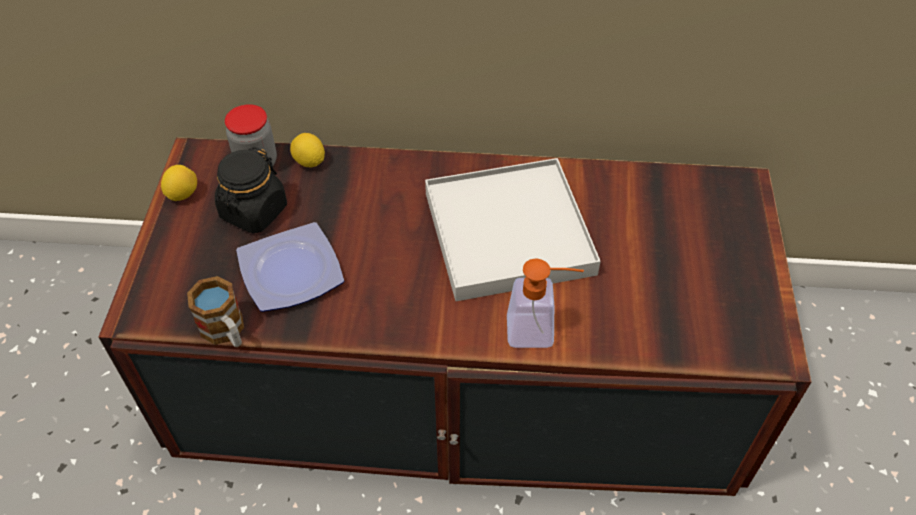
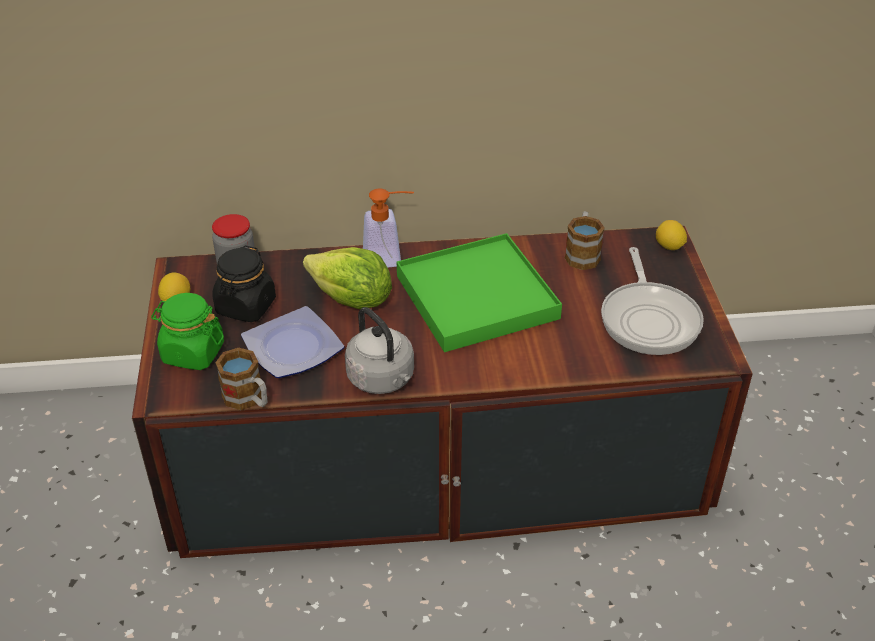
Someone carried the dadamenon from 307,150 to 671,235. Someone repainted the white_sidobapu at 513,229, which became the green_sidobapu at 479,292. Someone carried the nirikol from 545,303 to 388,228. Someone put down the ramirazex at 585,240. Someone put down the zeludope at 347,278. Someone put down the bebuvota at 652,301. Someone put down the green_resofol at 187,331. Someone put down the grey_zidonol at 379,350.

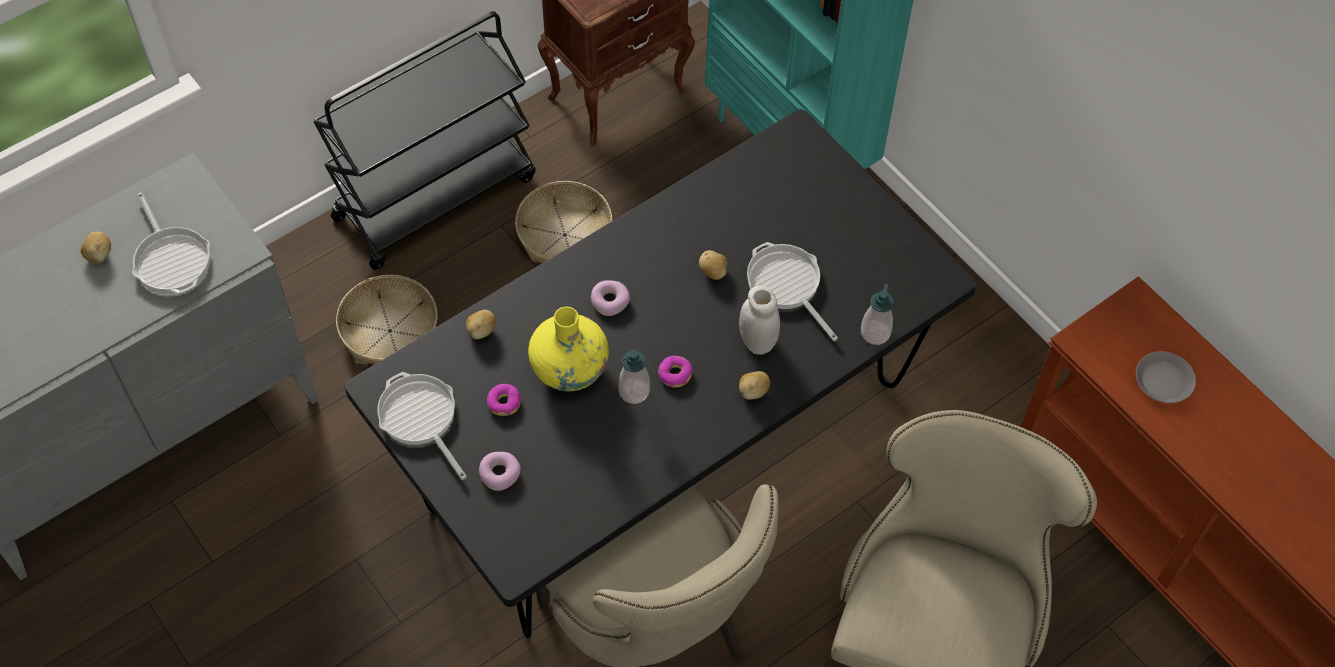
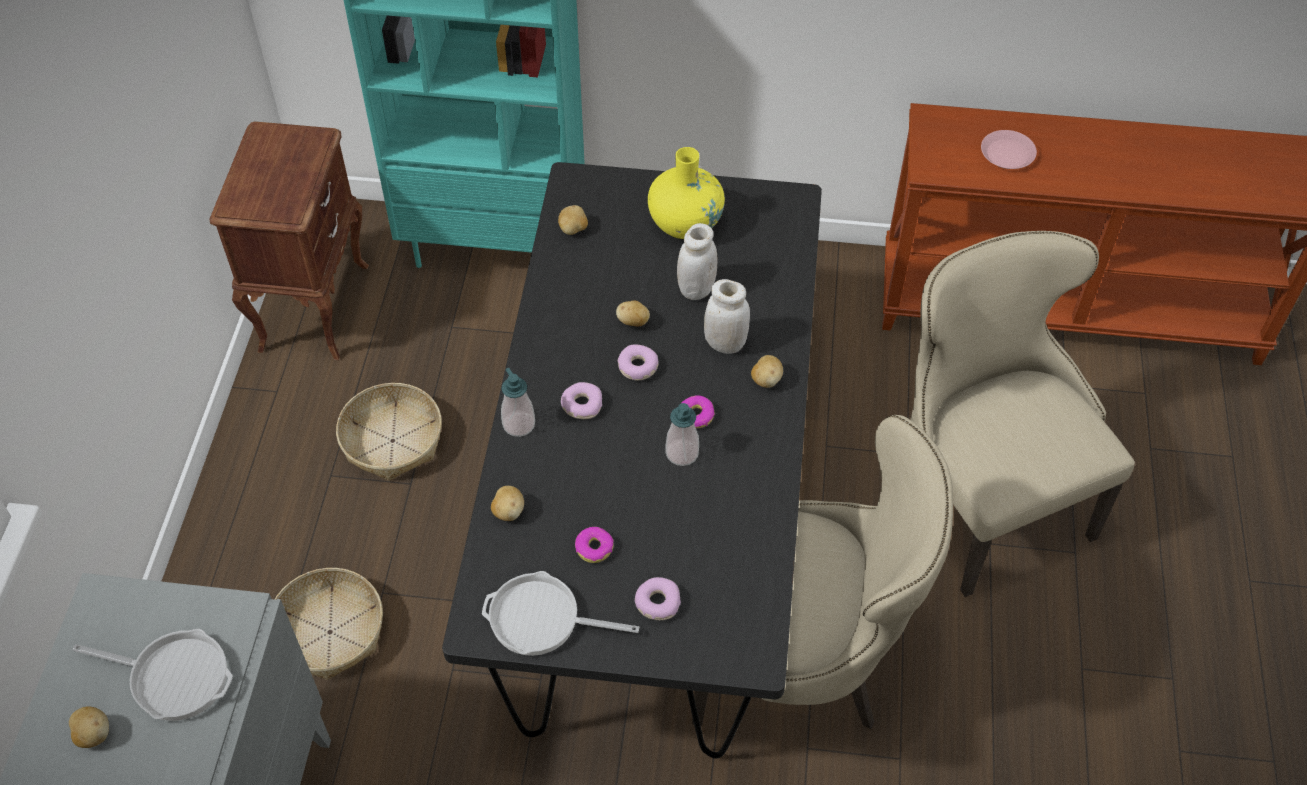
Someone took away the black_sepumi at 424,140. Someone swapped the bebuvota at 792,291 for the white_resofol at 697,261. Someone carried the nirikol from 877,314 to 518,402. Someone carried the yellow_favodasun from 568,349 to 686,193. Someone repainted the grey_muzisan at 1166,377, which became the pink_muzisan at 1009,149. Someone put down the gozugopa at 573,220. Someone put down the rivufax at 638,362.

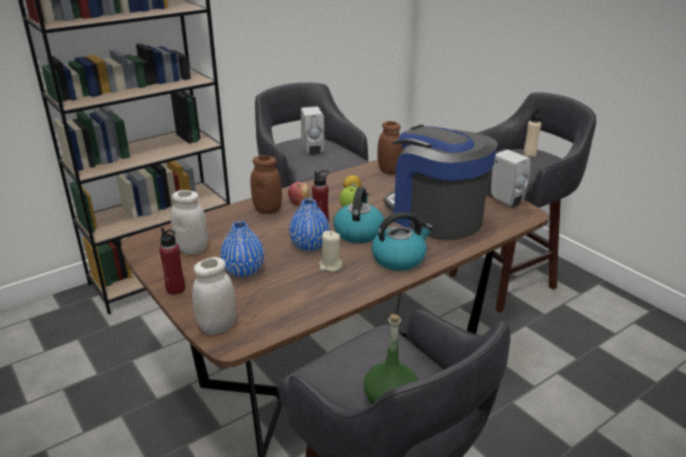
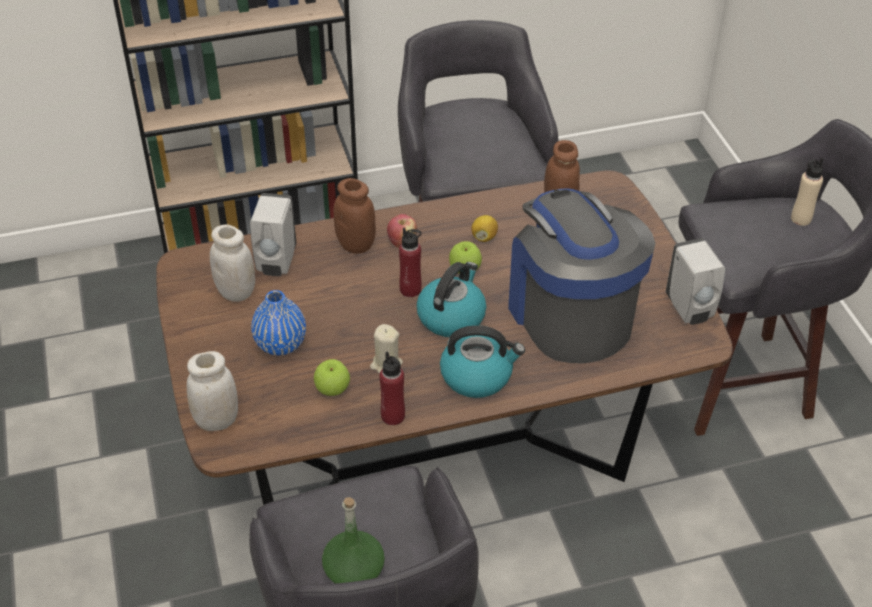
Someone carried the white_nirikol from 312,130 to 273,234. Someone took away the blue_favodasun at 309,224. Someone carried the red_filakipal from 172,261 to 392,388. Someone put down the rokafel at 332,377.

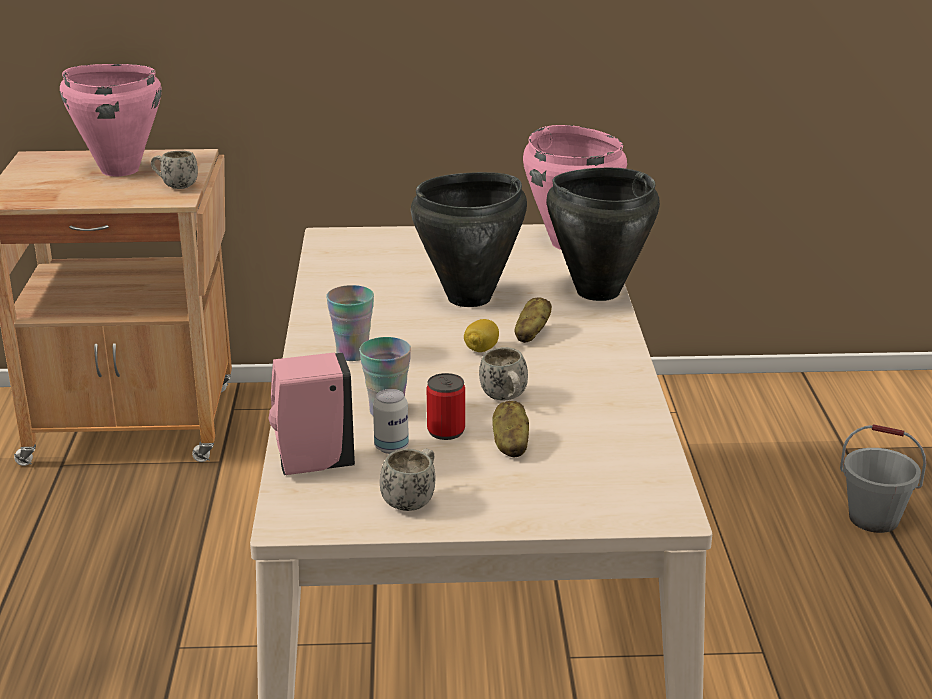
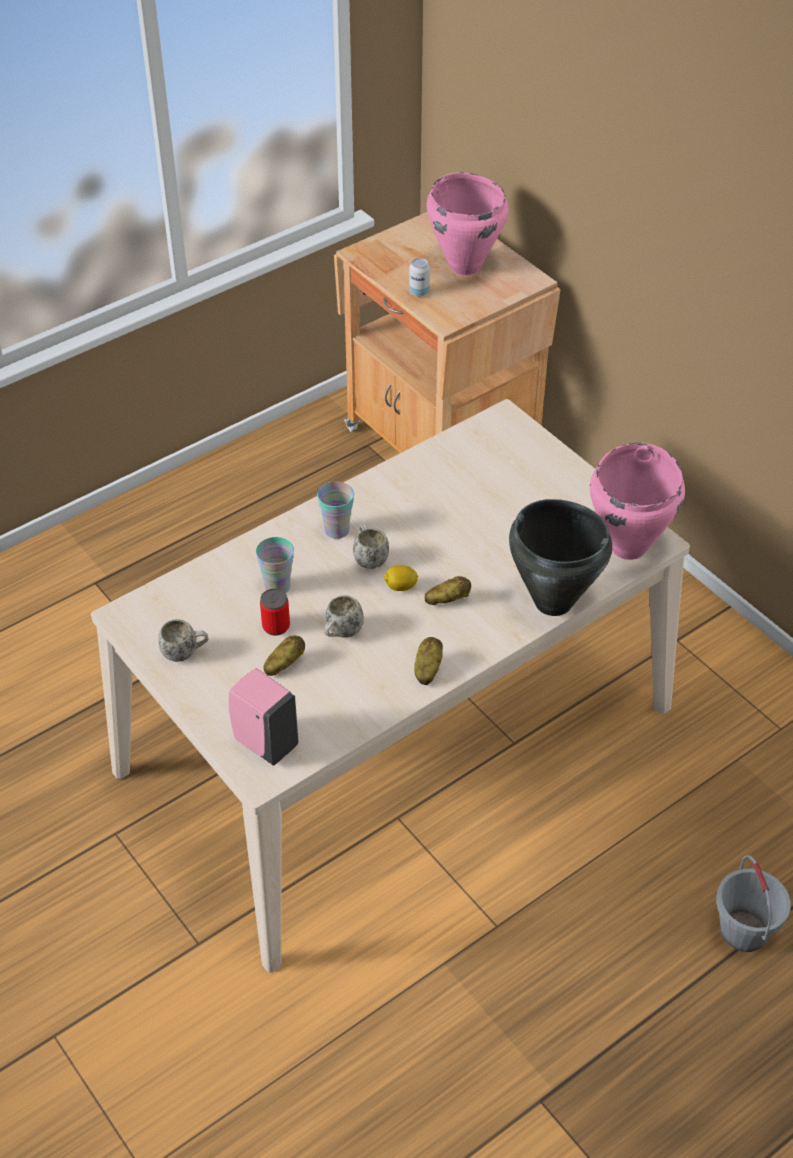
Someone carried the white_ramirazex from 174,170 to 371,546. Someone took away the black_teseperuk at 469,239. Someone carried the pink_nirikol from 311,414 to 264,717. Someone carried the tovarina from 391,421 to 419,277. Someone put down the gozugopa at 428,661.

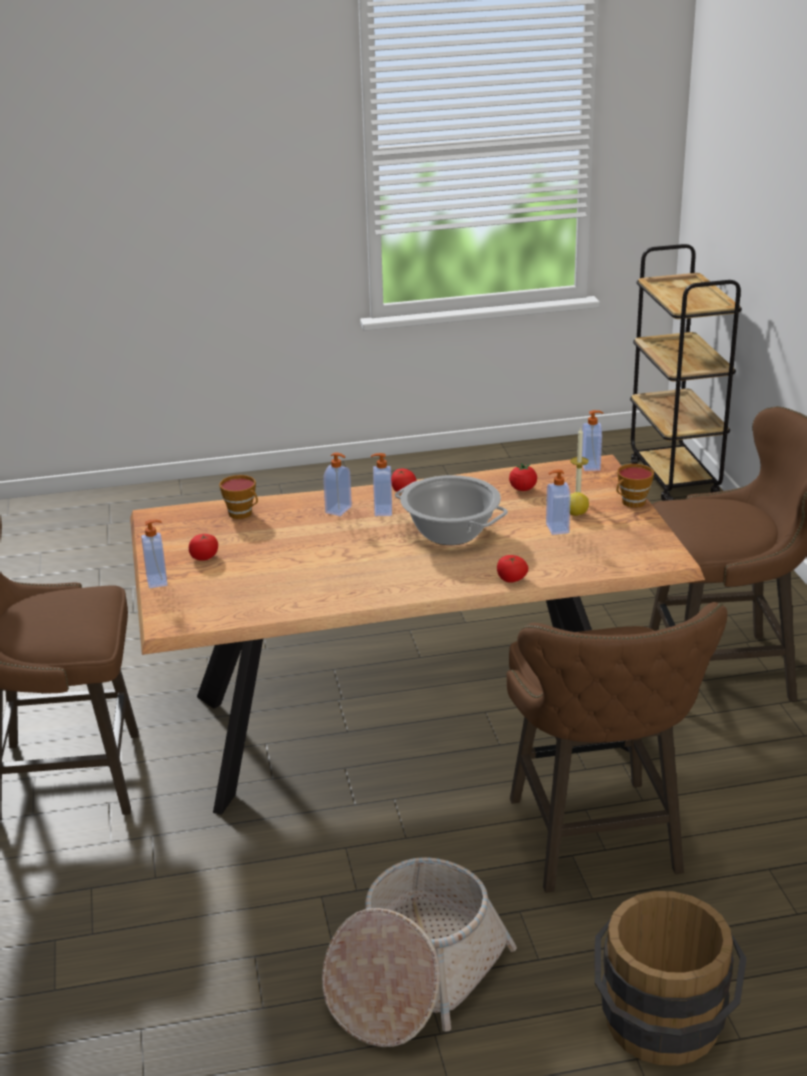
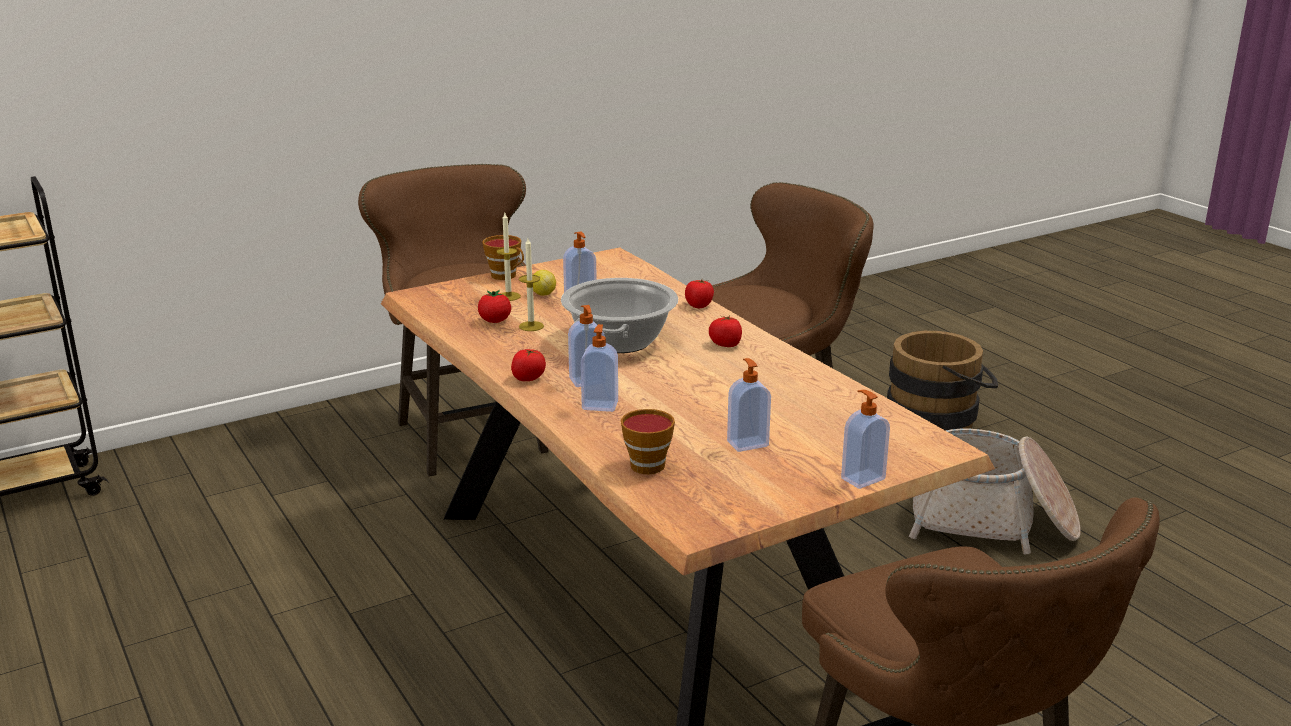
Someone carried the nirikol from 592,440 to 749,405. Someone carried the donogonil from 203,547 to 725,331. Someone put down the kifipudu at 531,284.

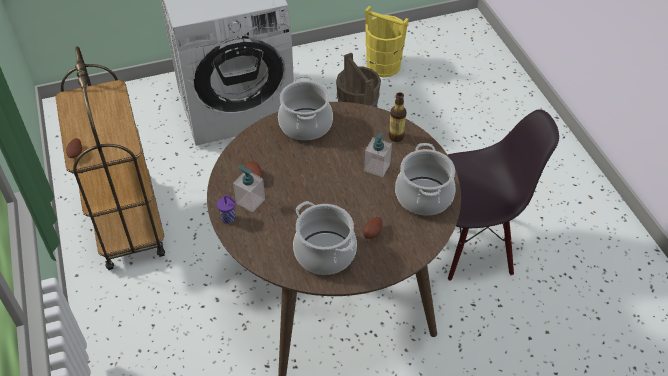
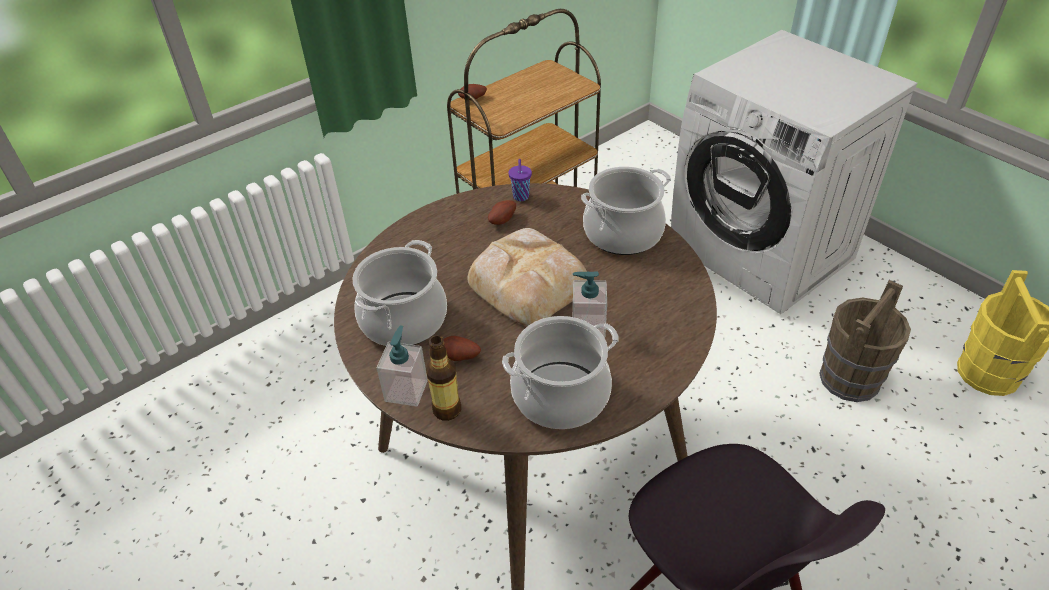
Someone carried the filakipal from 397,117 to 443,378. Someone carried the nirikol from 249,188 to 402,365. Someone carried the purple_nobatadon from 226,209 to 520,180. Someone put down the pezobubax at 527,277.

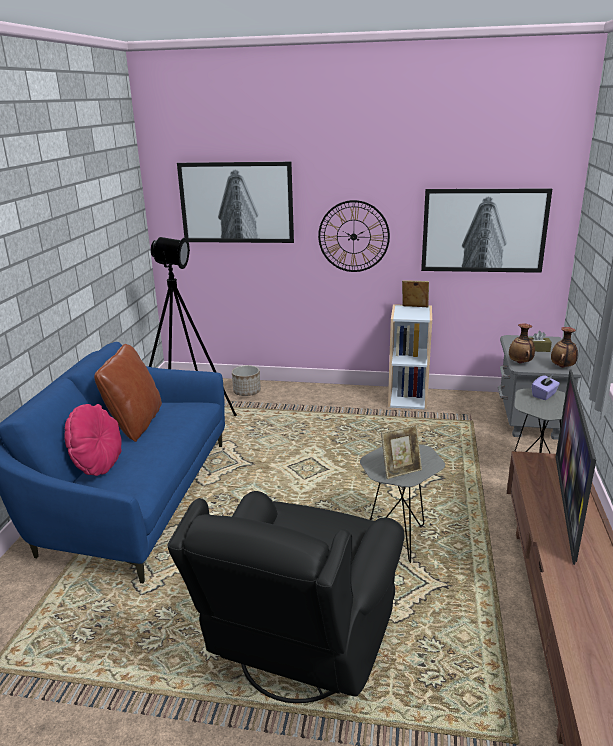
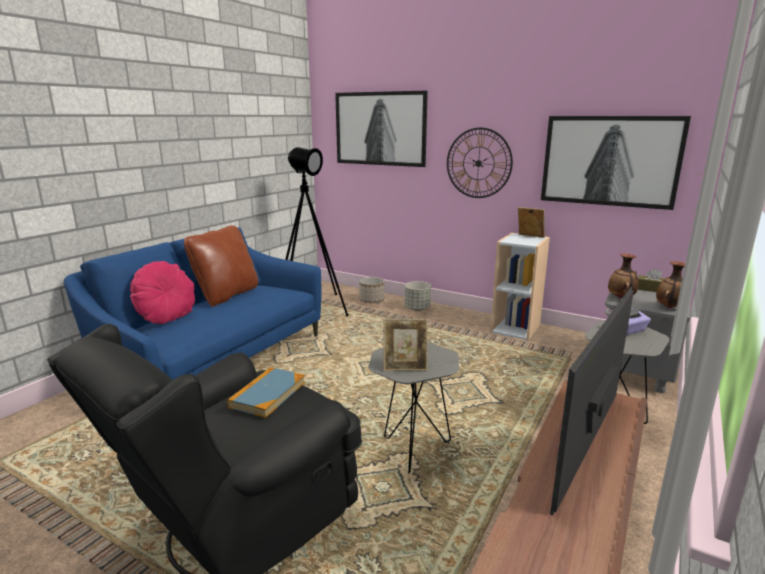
Someone put down the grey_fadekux at 418,296. Someone put down the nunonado at 266,392.

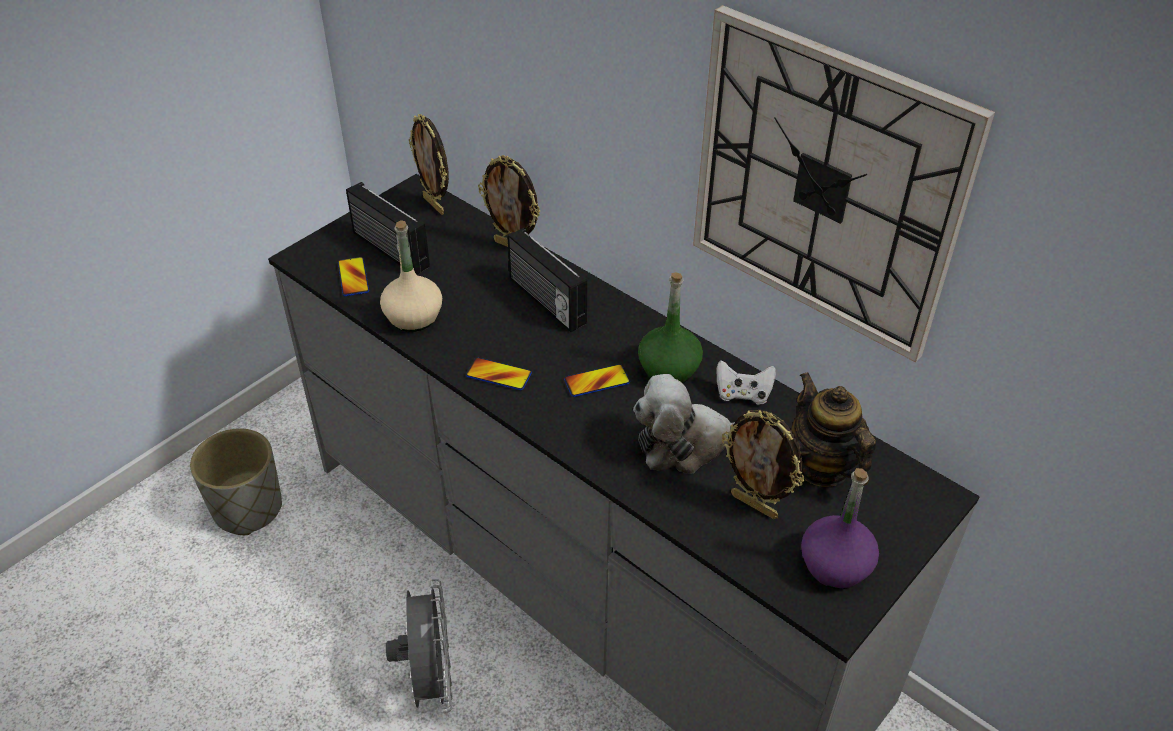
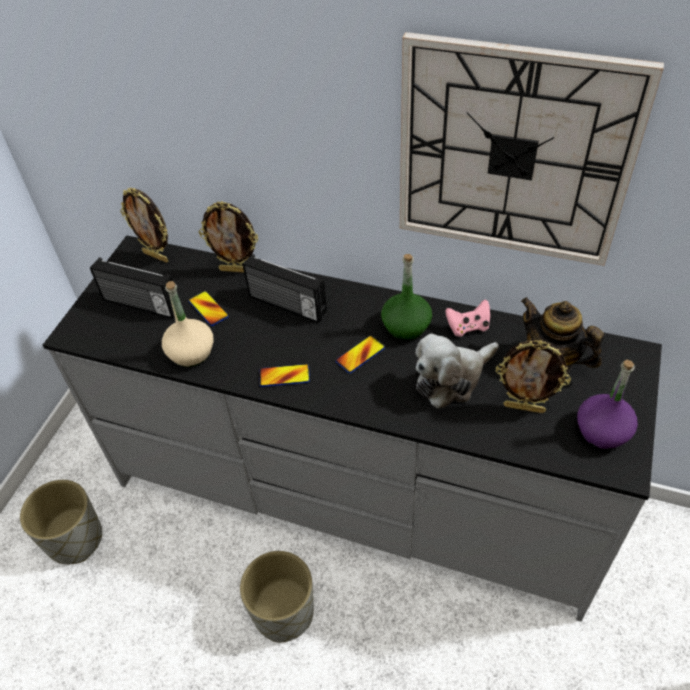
Someone carried the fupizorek from 353,276 to 209,308. Someone repainted the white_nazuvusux at 746,382, which became the pink_nazuvusux at 467,318. Someone swapped the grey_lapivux at 419,646 for the grey_fadekux at 277,597.

